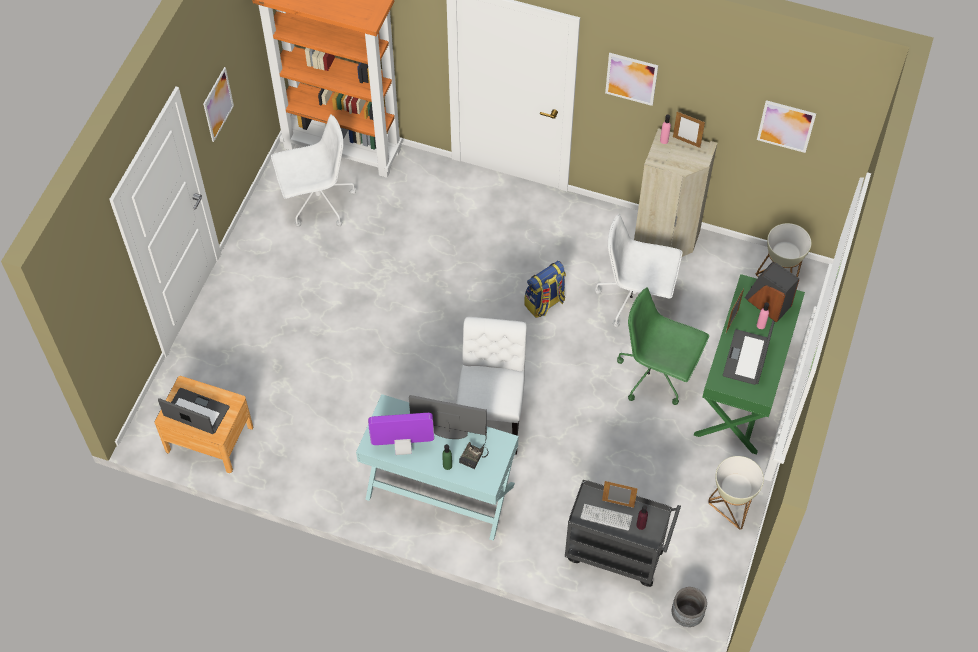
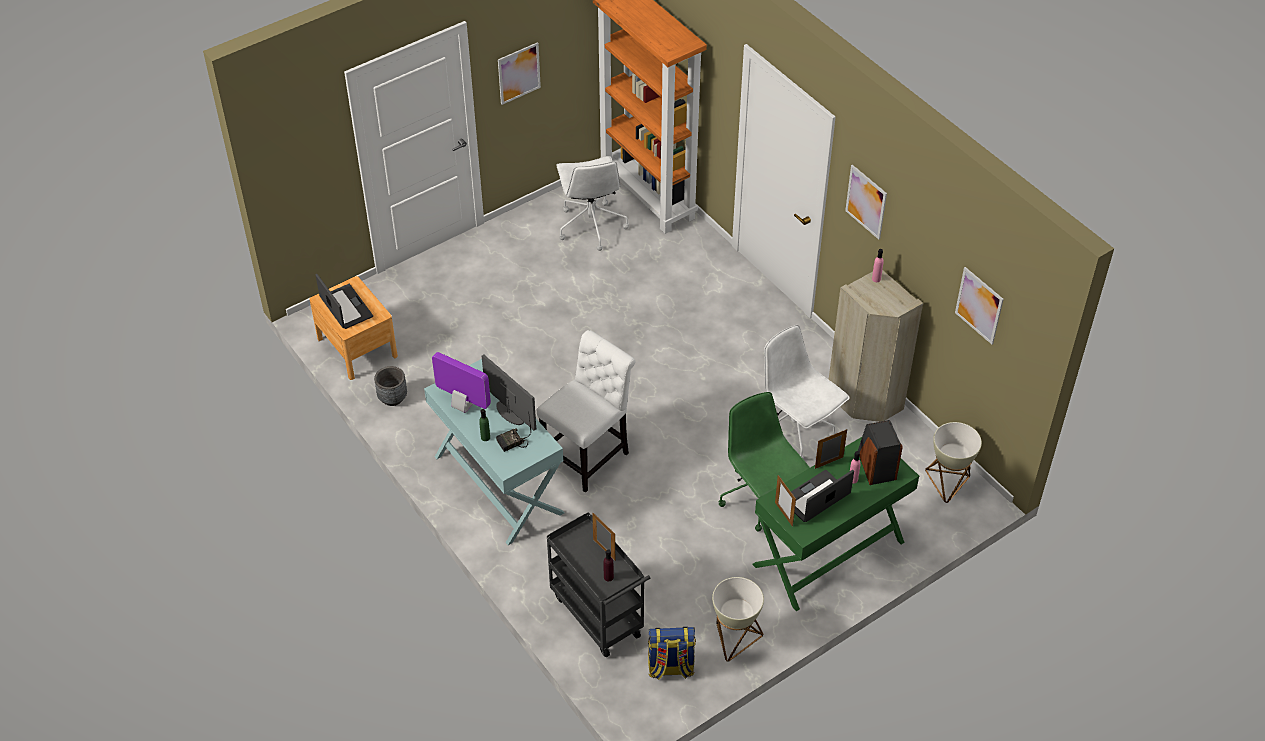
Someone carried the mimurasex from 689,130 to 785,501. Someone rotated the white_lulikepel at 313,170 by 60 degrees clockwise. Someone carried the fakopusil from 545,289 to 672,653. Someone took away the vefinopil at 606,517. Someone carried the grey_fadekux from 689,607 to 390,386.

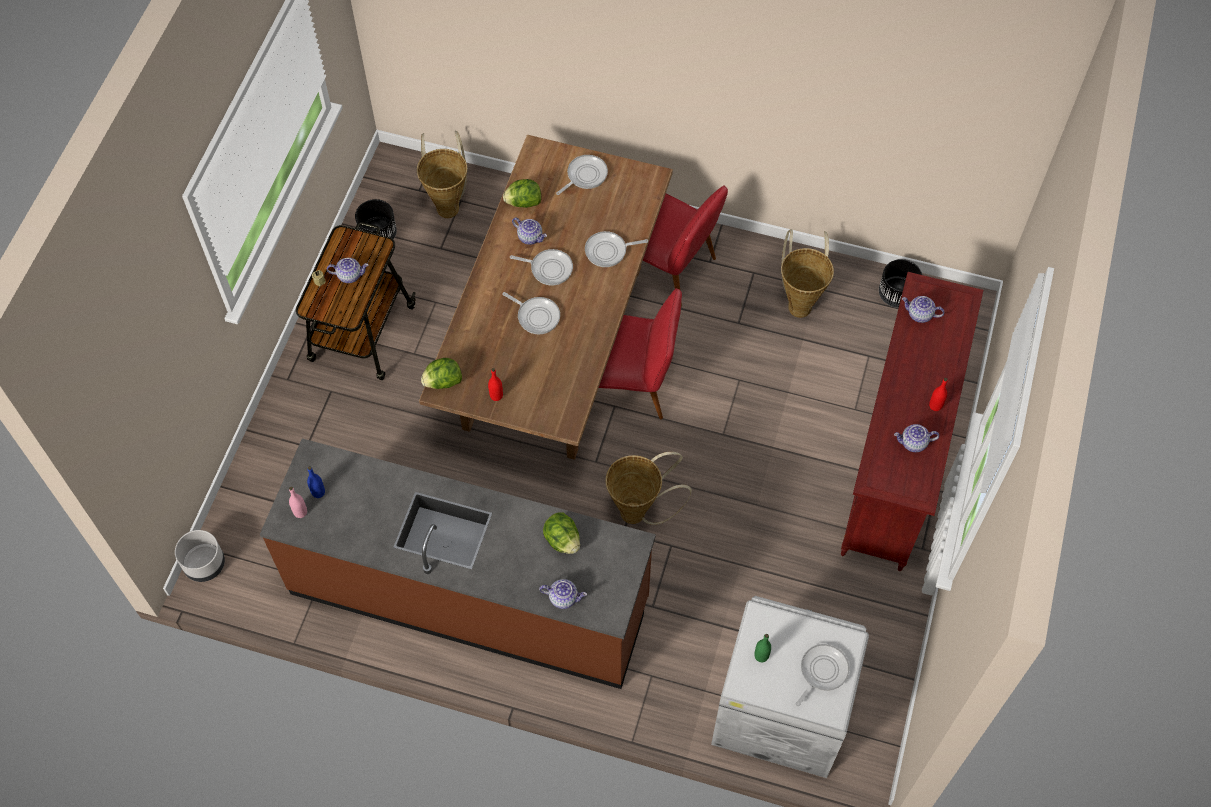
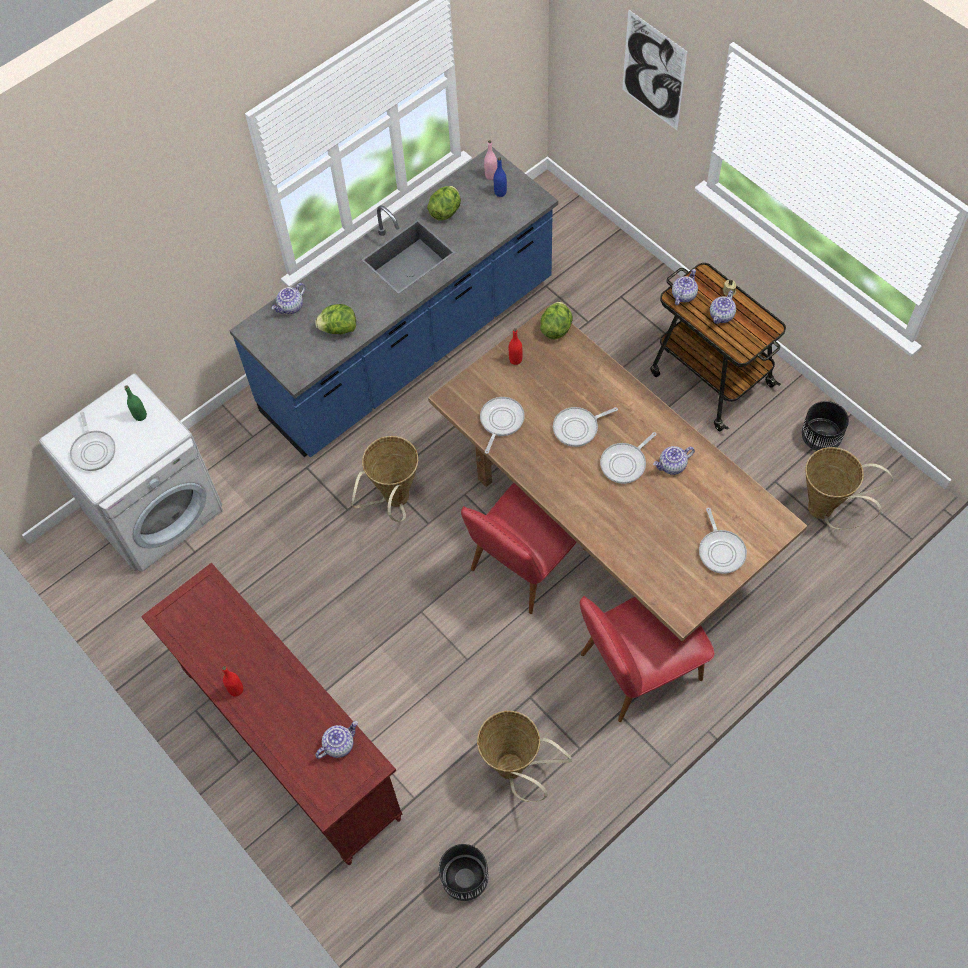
Someone carried the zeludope from 522,193 to 444,203. Someone carried the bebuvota from 616,249 to 502,425. Someone carried the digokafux from 916,438 to 685,287. Someone repainted the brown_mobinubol at 458,563, which became the blue_mobinubol at 393,302. Someone took away the grey_fadekux at 200,556. Someone put up the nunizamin at 654,70.

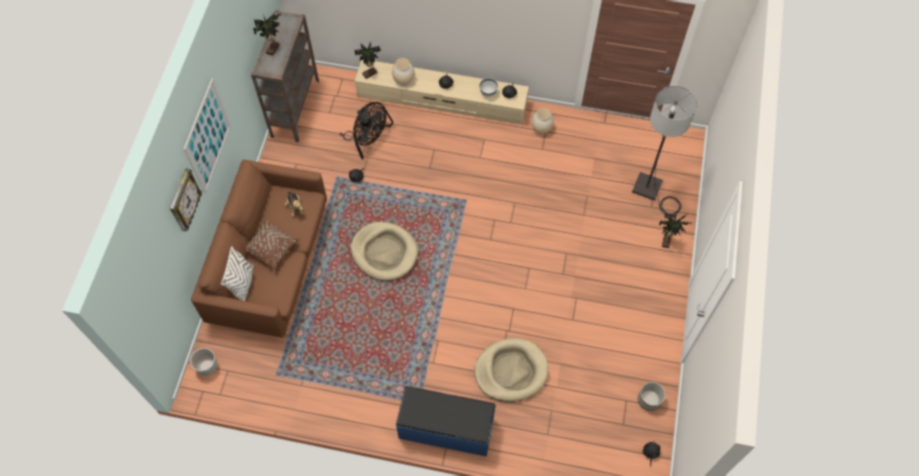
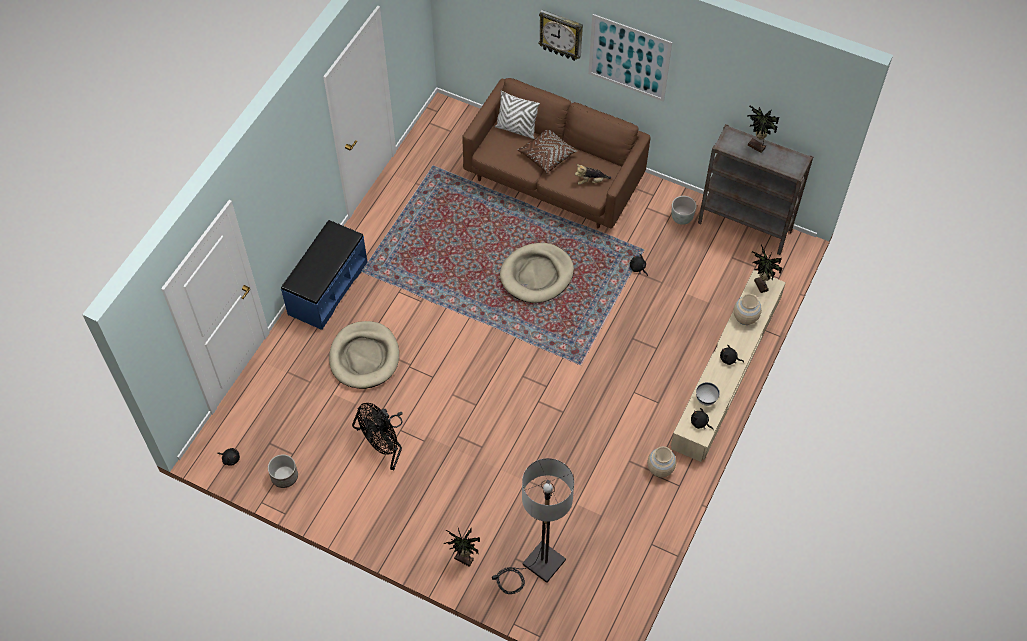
Someone carried the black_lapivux from 366,130 to 377,436. Someone carried the grey_fadekux from 203,361 to 684,210.

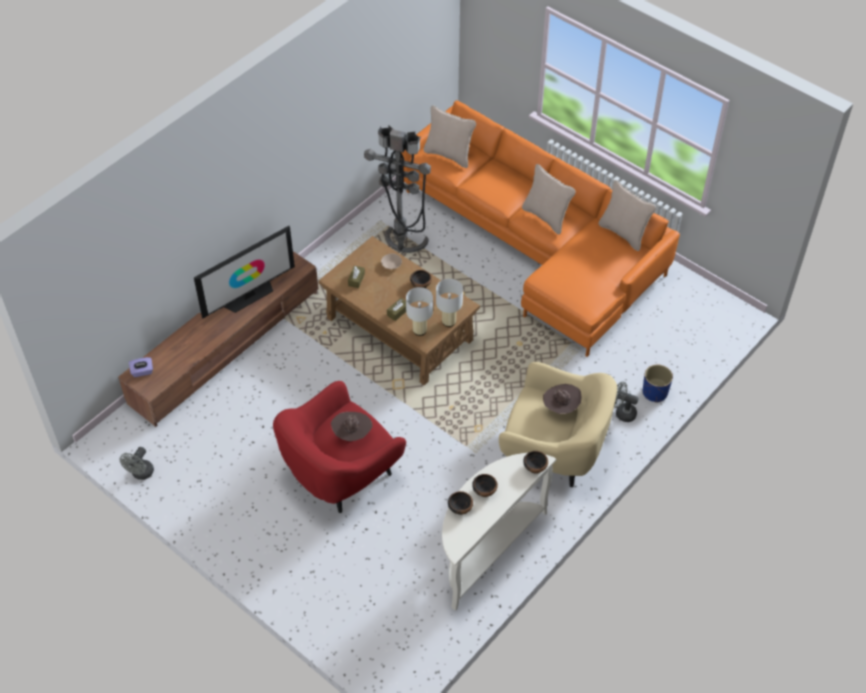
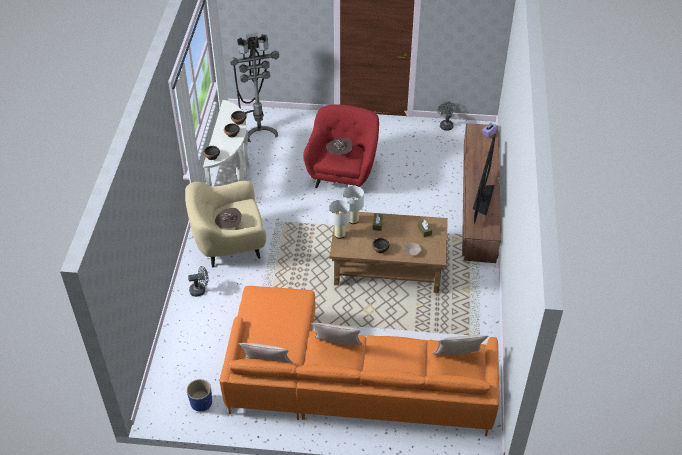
Someone carried the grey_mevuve from 397,189 to 254,87. Someone carried the blue_fadekux from 658,384 to 199,395.

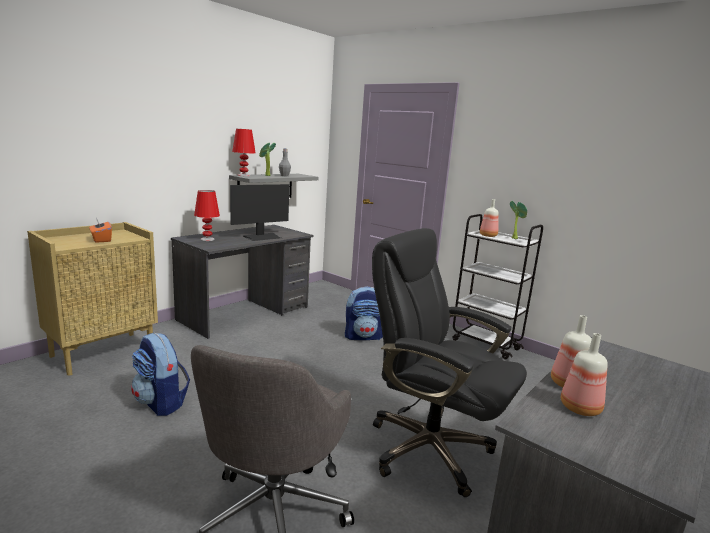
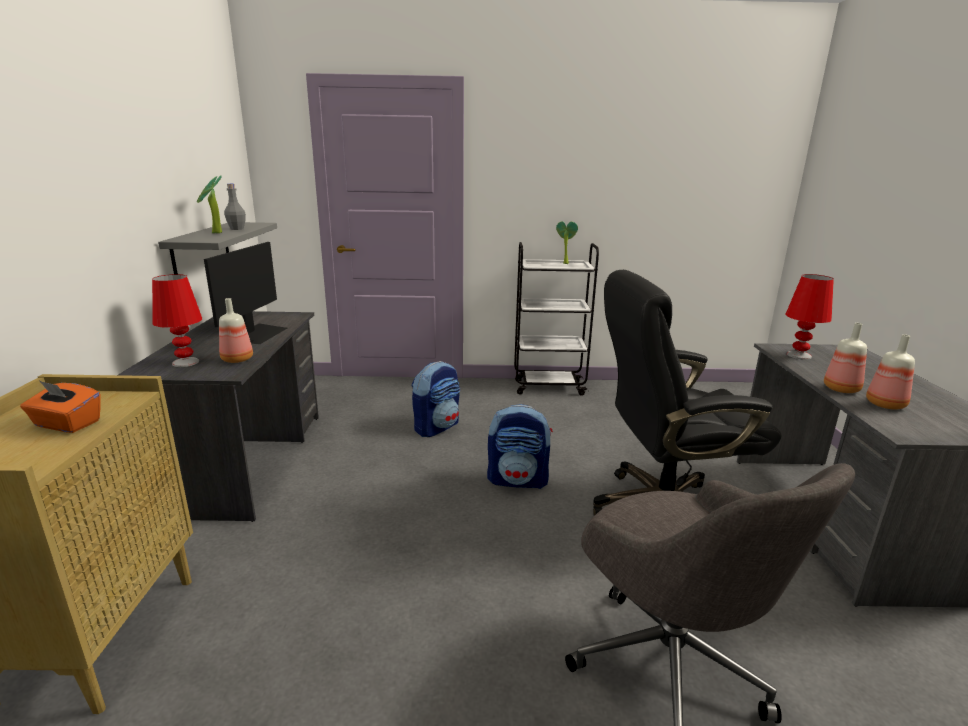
Someone carried the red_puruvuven from 244,152 to 809,317. Someone carried the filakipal from 489,218 to 236,330. Someone carried the fakopusil from 160,374 to 520,446.

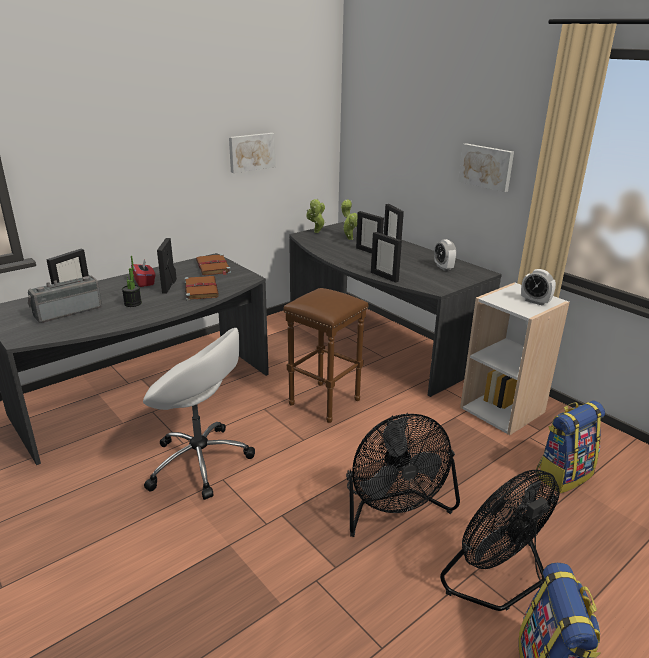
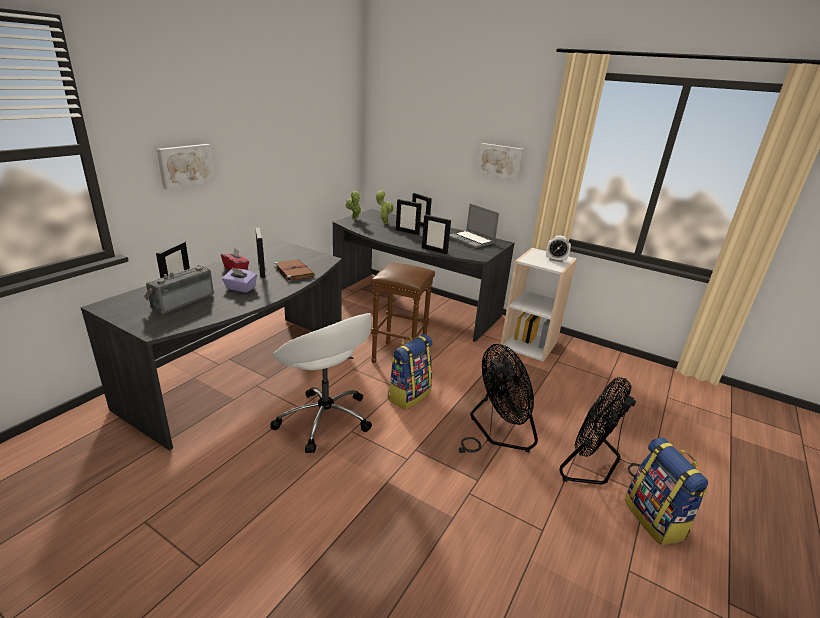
Someone carried the nunizamin from 252,153 to 186,166. Someone swapped the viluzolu at 445,255 for the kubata at 474,226. Someone took away the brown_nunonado at 213,264. Someone swapped the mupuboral at 132,281 for the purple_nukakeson at 239,280. Someone rotated the white_lulikepel at 199,414 by 45 degrees clockwise. Someone carried the fakopusil from 570,446 to 410,372. Someone rotated the black_lapivux at 403,475 by 75 degrees counterclockwise.

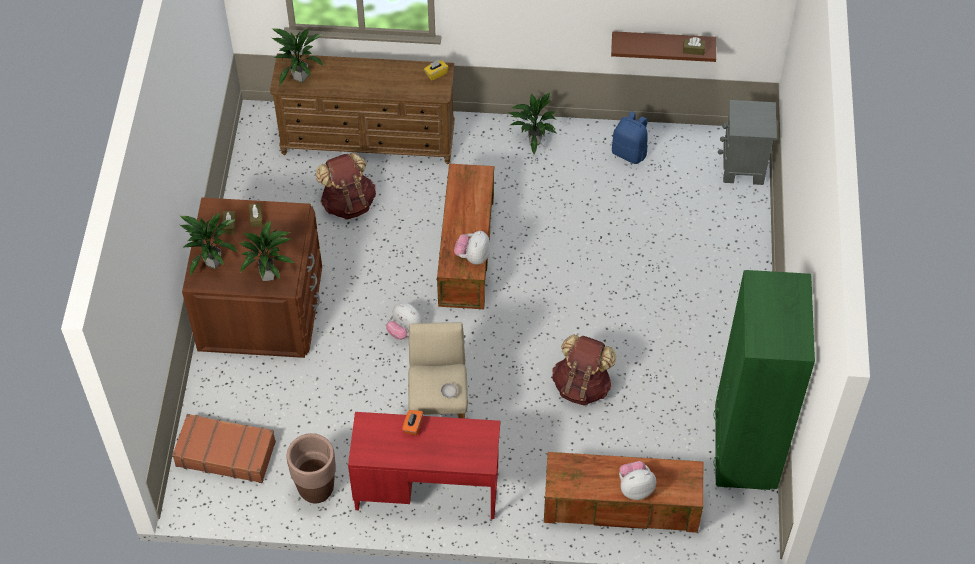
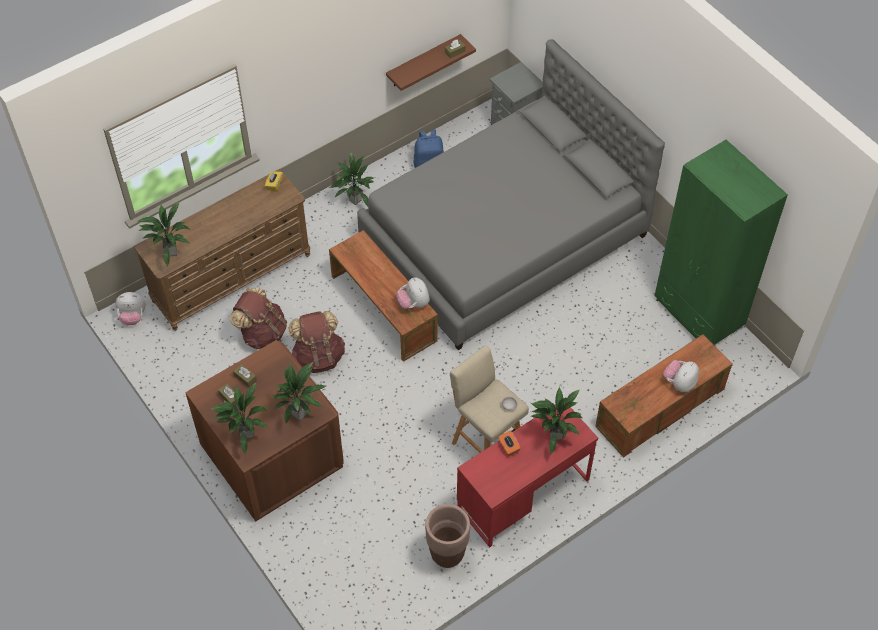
Someone carried the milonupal from 404,321 to 131,308. Someone carried the brown_fakopusil from 584,369 to 317,342. Someone took away the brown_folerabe at 224,448. Someone put down the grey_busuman at 511,194. Someone put down the mupuboral at 557,420.

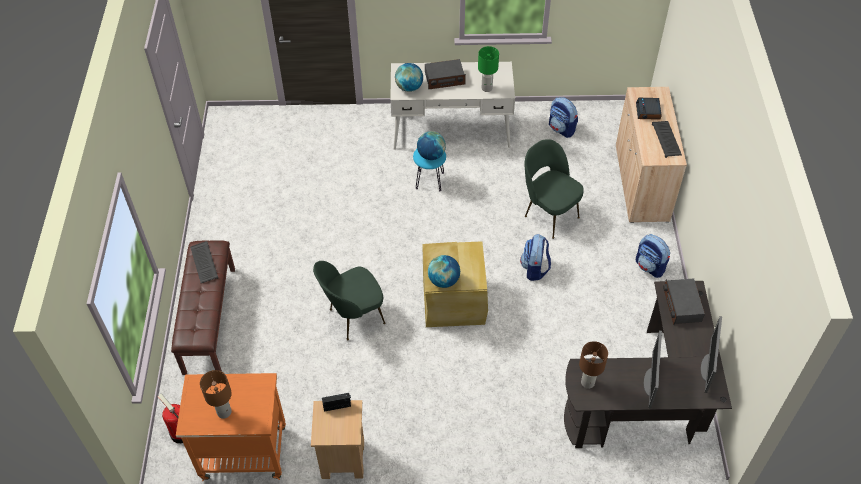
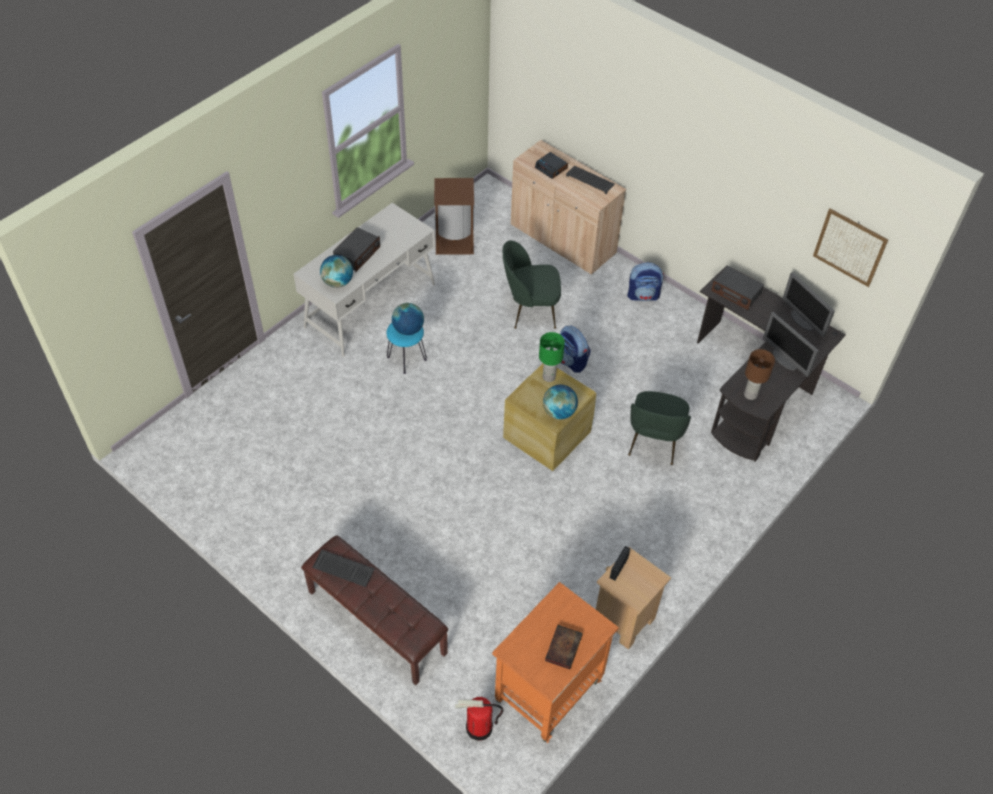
Someone carried the green_puruvuven from 488,69 to 552,357. Someone swapped the fakopusil at 563,117 for the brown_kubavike at 454,216. Someone carried the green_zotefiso from 349,300 to 659,428. Someone swapped the brown_puruvuven at 216,394 for the nunonado at 564,647. Someone put up the nunizamin at 850,247.

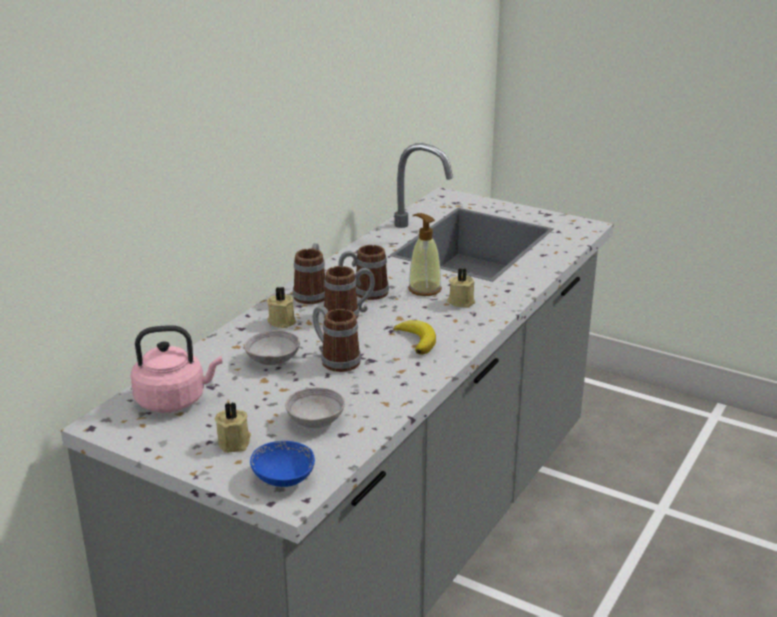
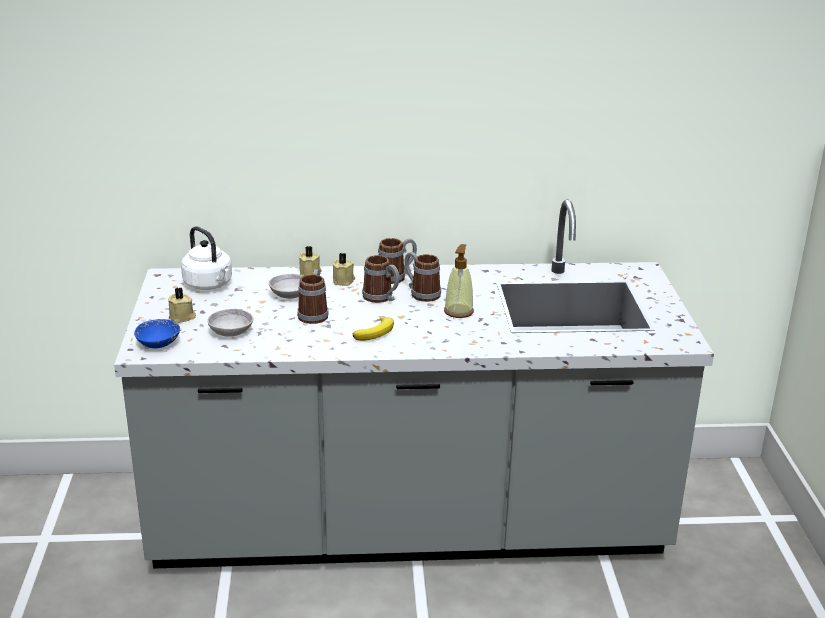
Someone carried the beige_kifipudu from 461,288 to 310,261. Someone repainted the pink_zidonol at 177,369, which became the white_zidonol at 206,258.

